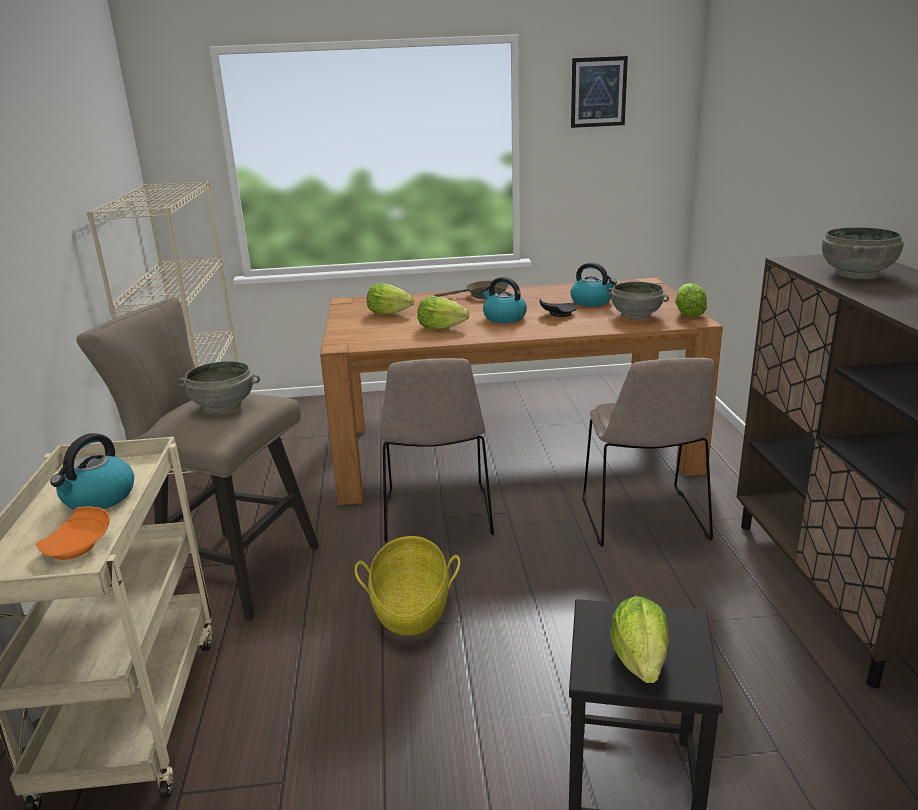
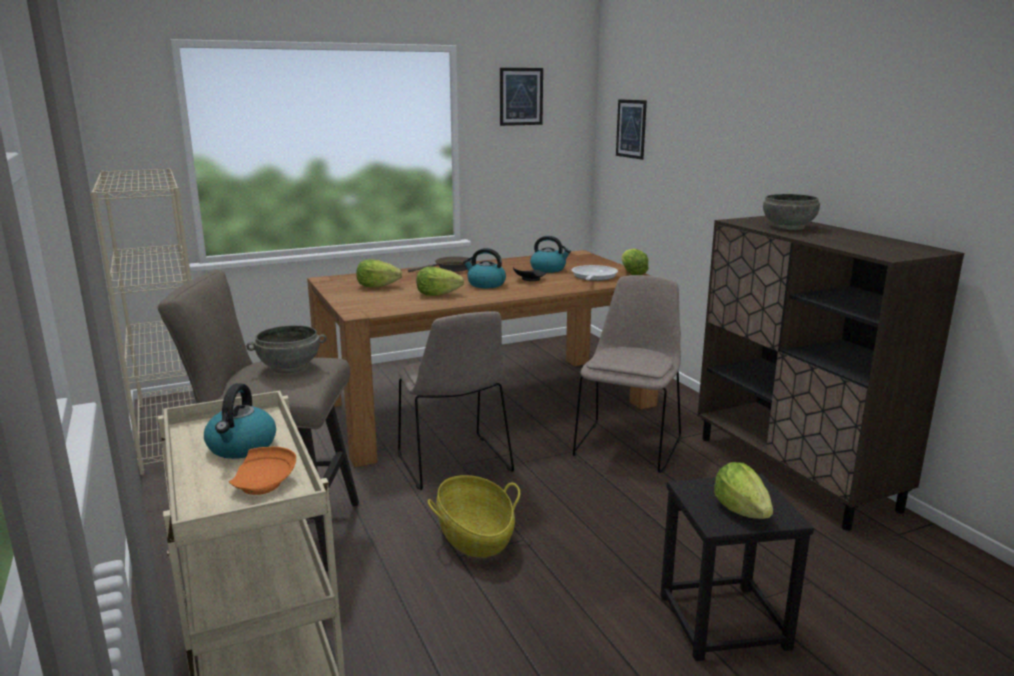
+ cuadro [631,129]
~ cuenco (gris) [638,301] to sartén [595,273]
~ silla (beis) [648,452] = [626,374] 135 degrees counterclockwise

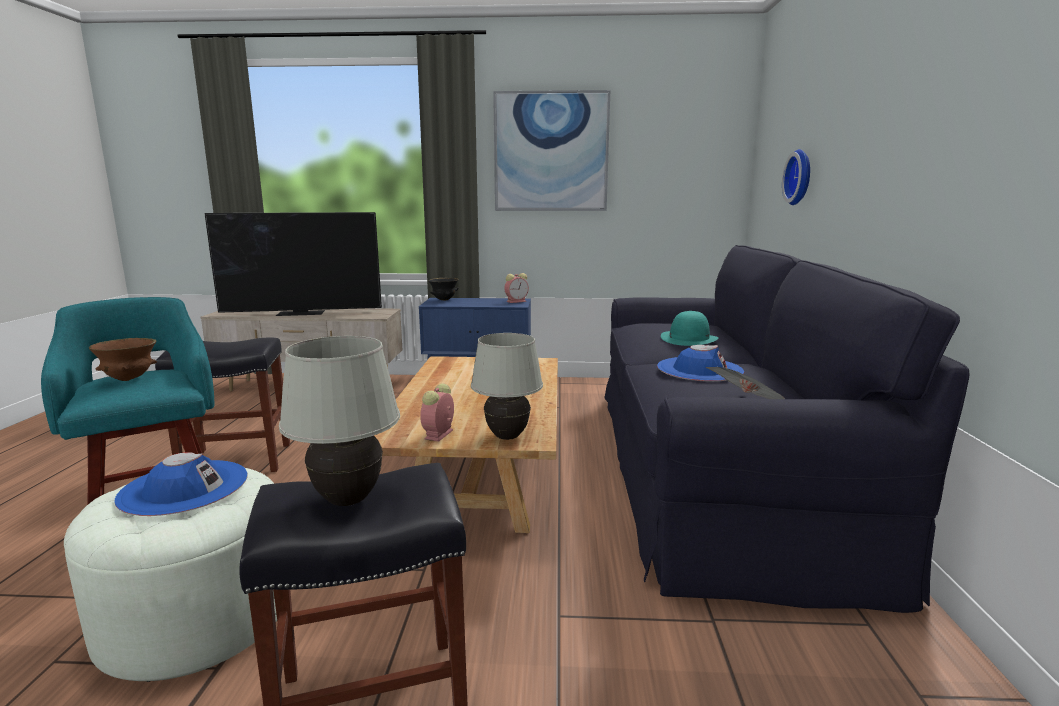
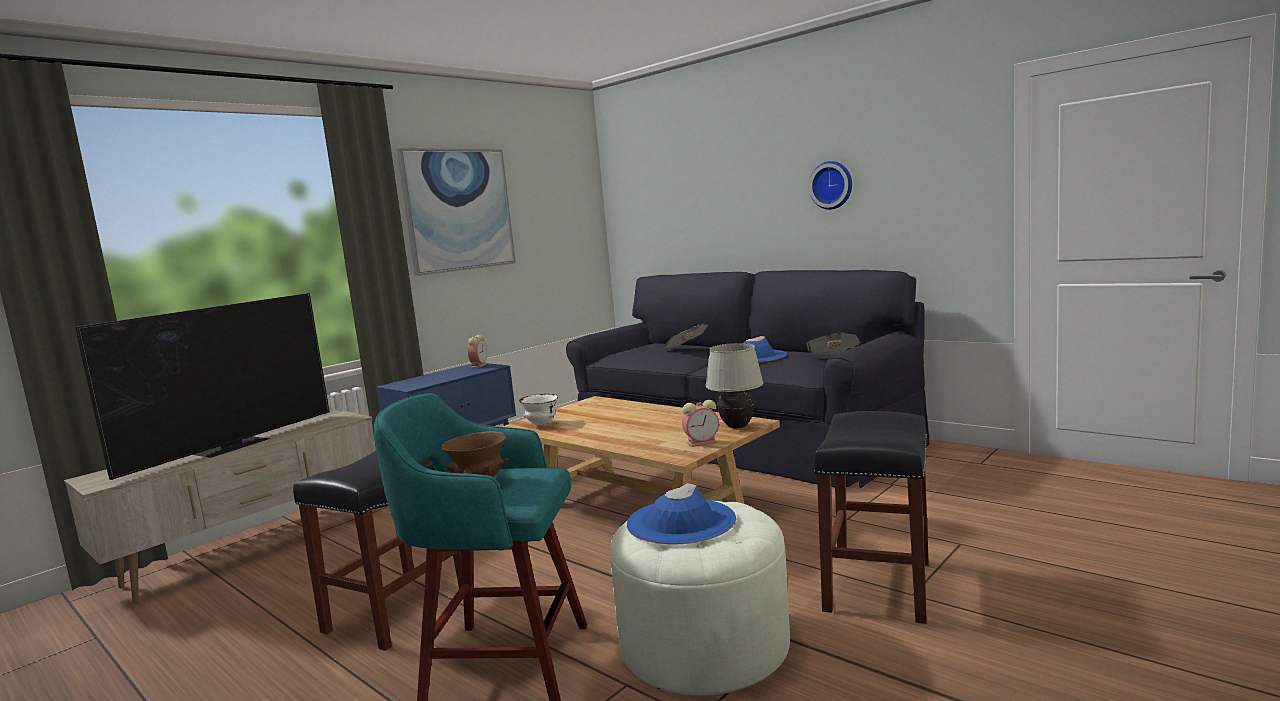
- lámpara de mesa (blanco) [339,421]
- cuenco (negro) [443,289]
+ cuenco (blanco) [538,409]
~ reloj de pared [796,177] to [830,185]
~ sombrero (turquesa) [690,328] to periódico [685,336]
~ despertador [437,413] = [700,423] 75 degrees counterclockwise

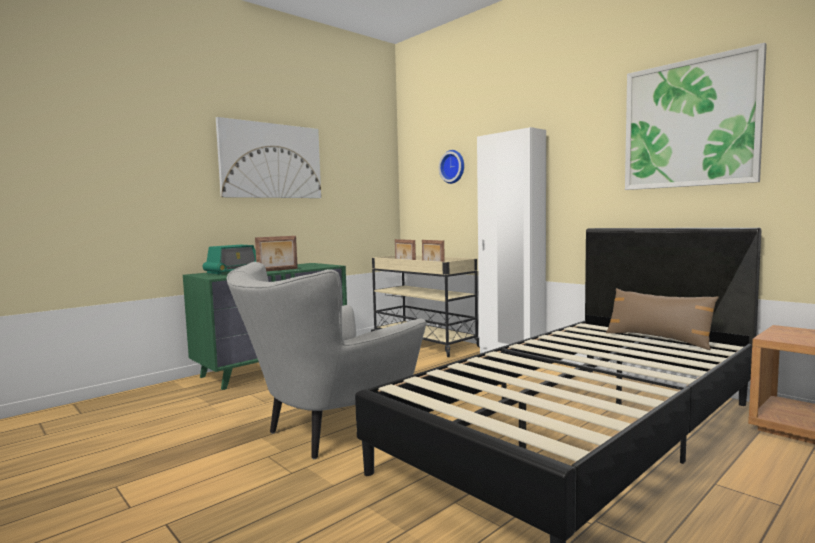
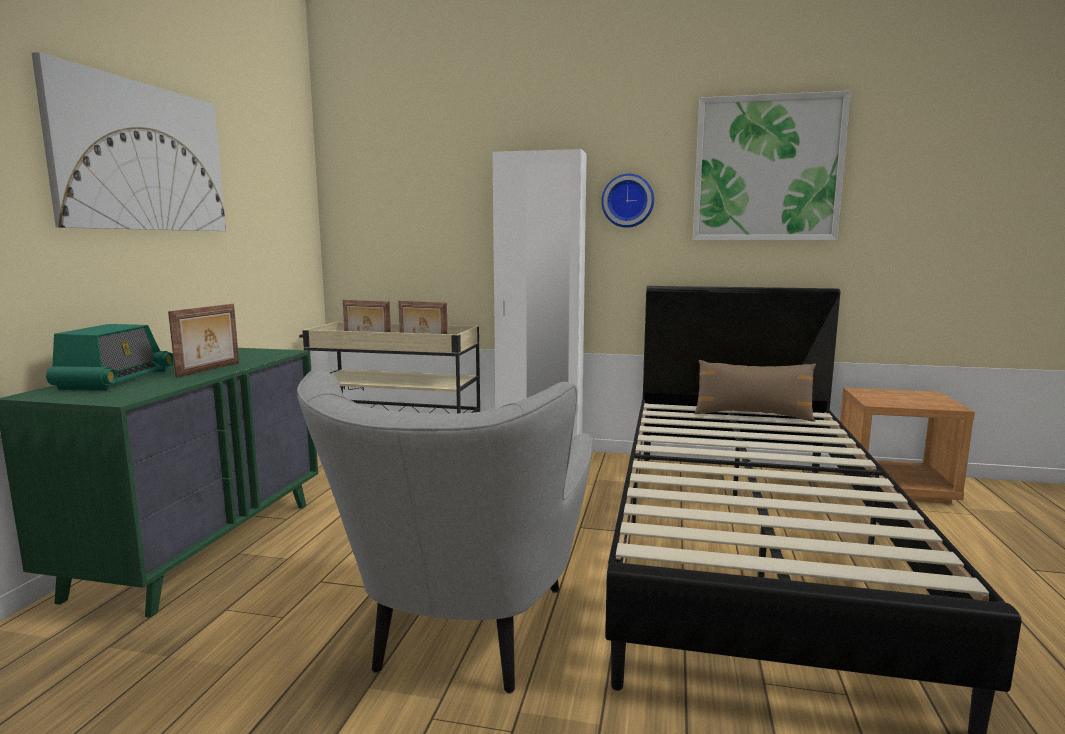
~ reloj de pared [451,167] to [627,201]

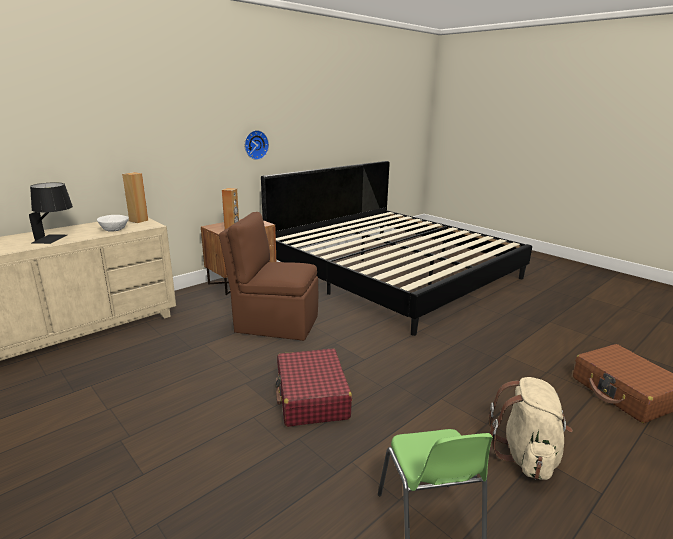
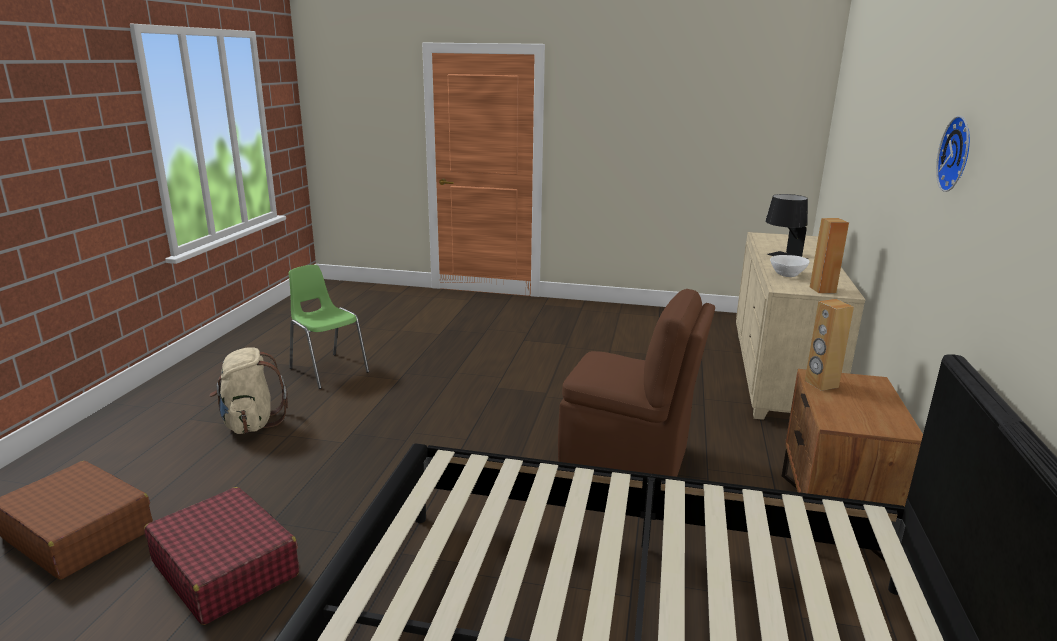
~ reloj de pared [256,145] to [953,154]
~ maleta (rojo) [313,387] to [221,556]
~ silla (marrón) [268,276] = [636,383] 45 degrees clockwise

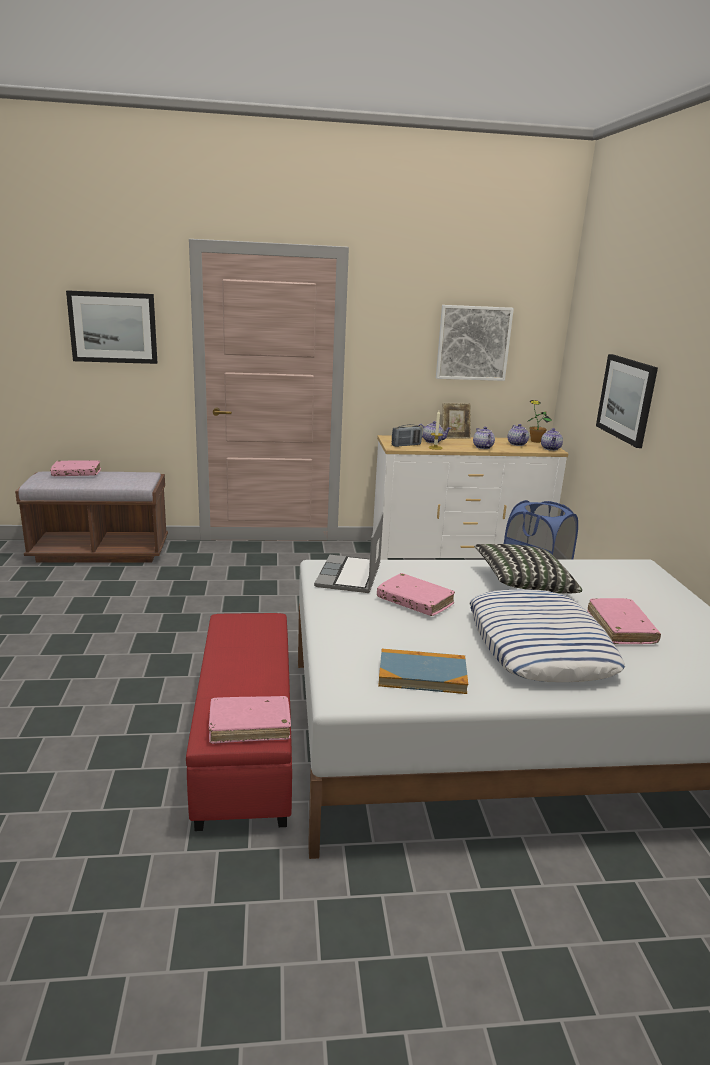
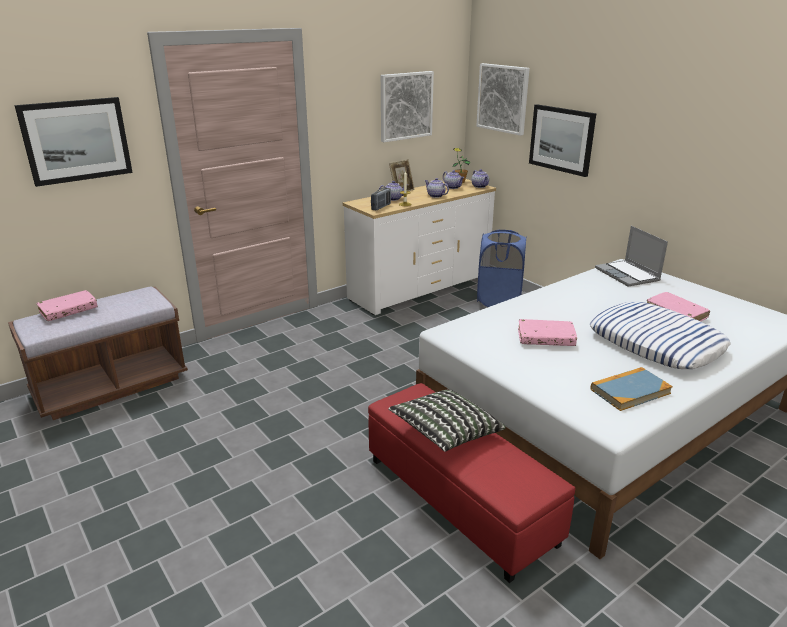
- libro (rosa) [250,720]
+ cuadro [503,99]
~ portátil [348,552] to [631,256]
~ cojín [528,569] to [447,420]

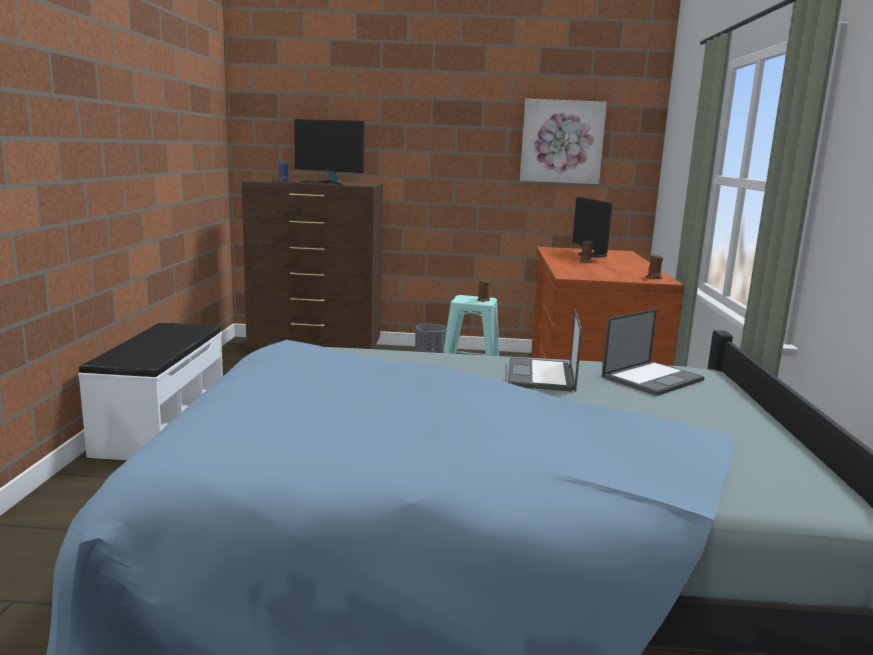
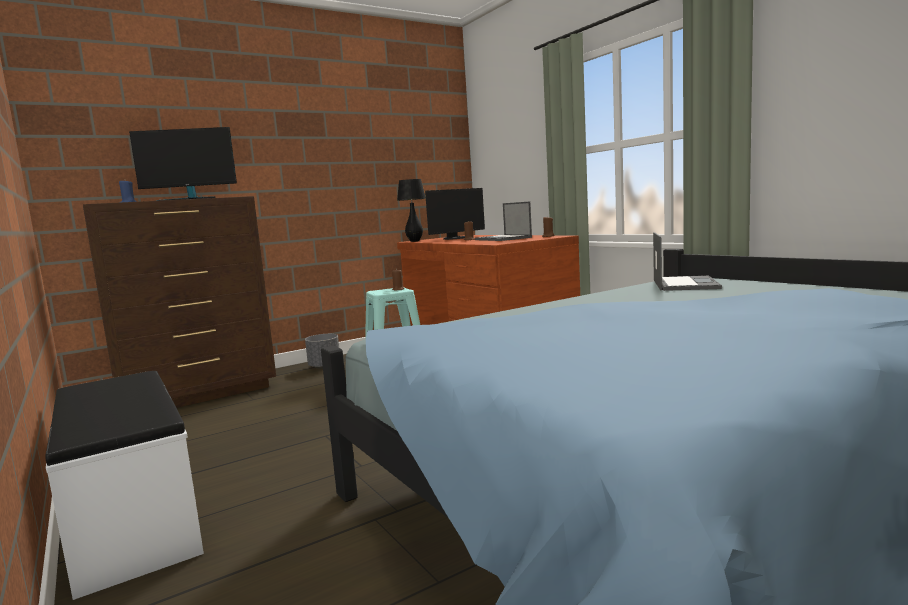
- cuadro [563,141]
+ lámpara de mesa (negro) [411,210]
~ portátil [544,350] to [503,221]
~ monitor [592,227] = [455,214] 75 degrees counterclockwise

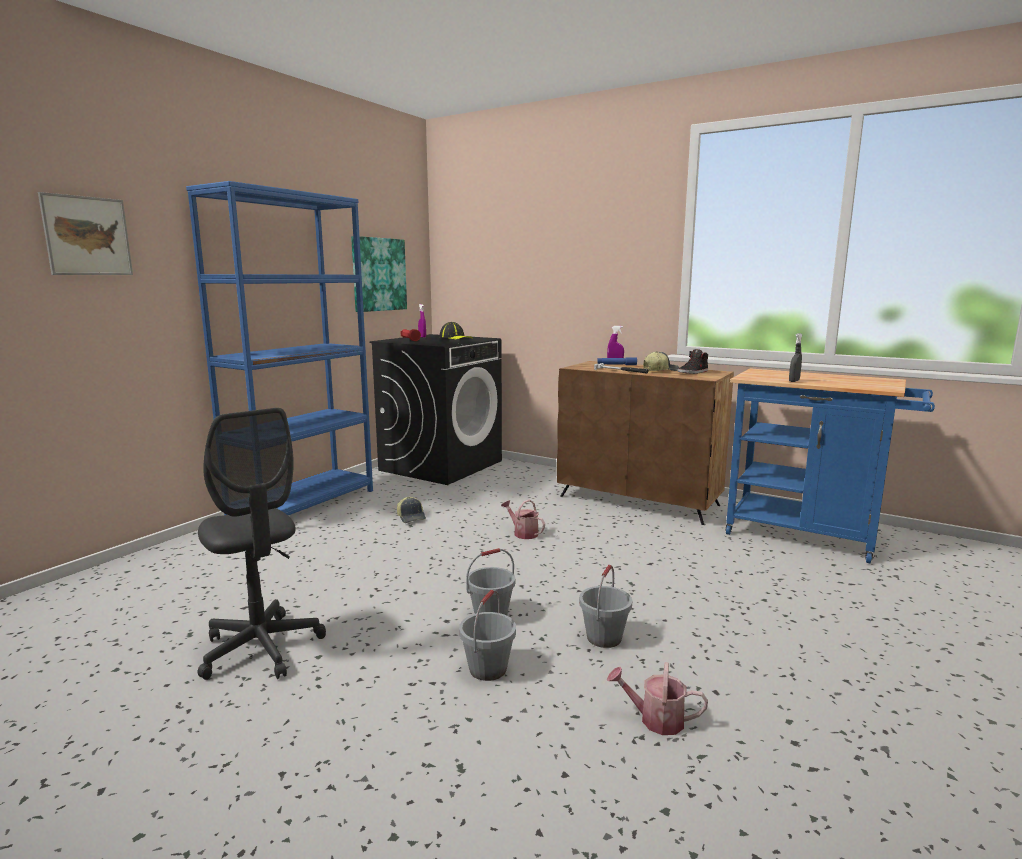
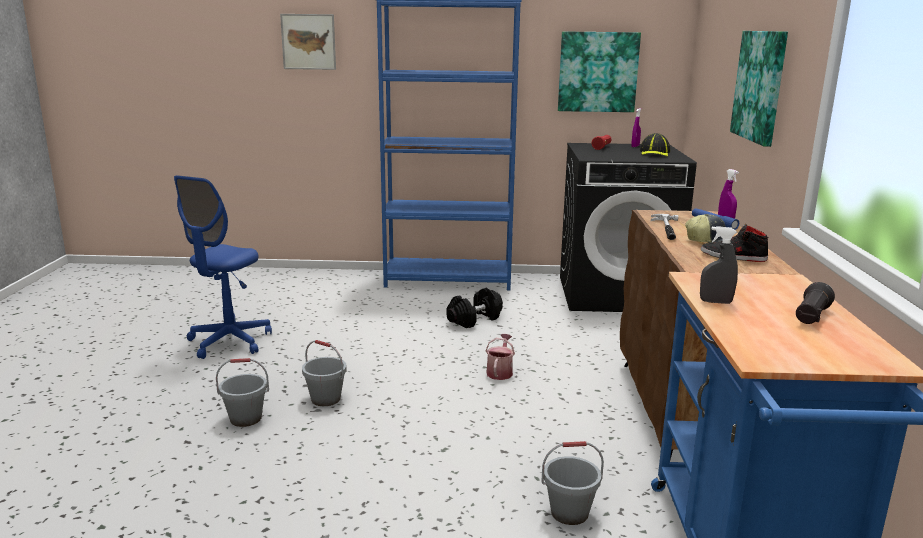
- regadera [657,698]
+ cuadro [759,89]
+ linterna (negro) [815,303]
~ cubo (gris) [605,606] to [572,483]
~ gorra [411,510] to mancuerna (negro) [474,308]
~ silla de oficina (gris) [262,544] to silla de oficina (azul) [223,267]

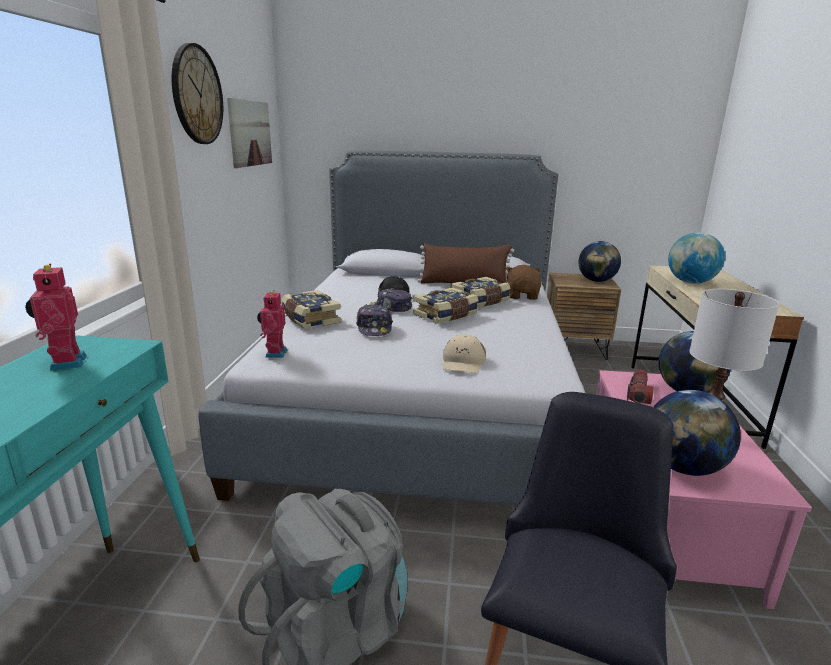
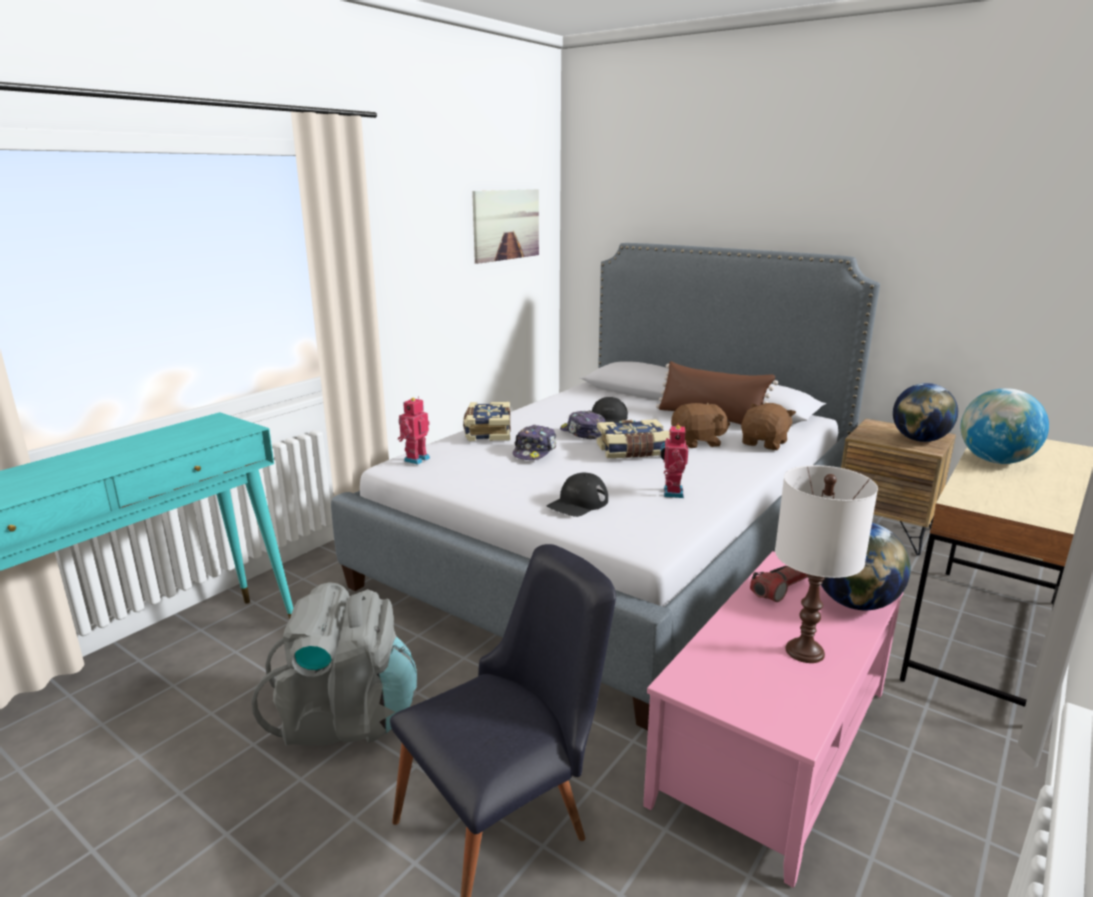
- reloj de pared [197,93]
- globo terráqueo [697,433]
~ robot de juguete [56,317] to [674,460]
~ libro [481,292] to peluche (marrón) [700,425]
~ gorra (beis) [464,353] to gorra (negro) [577,495]

